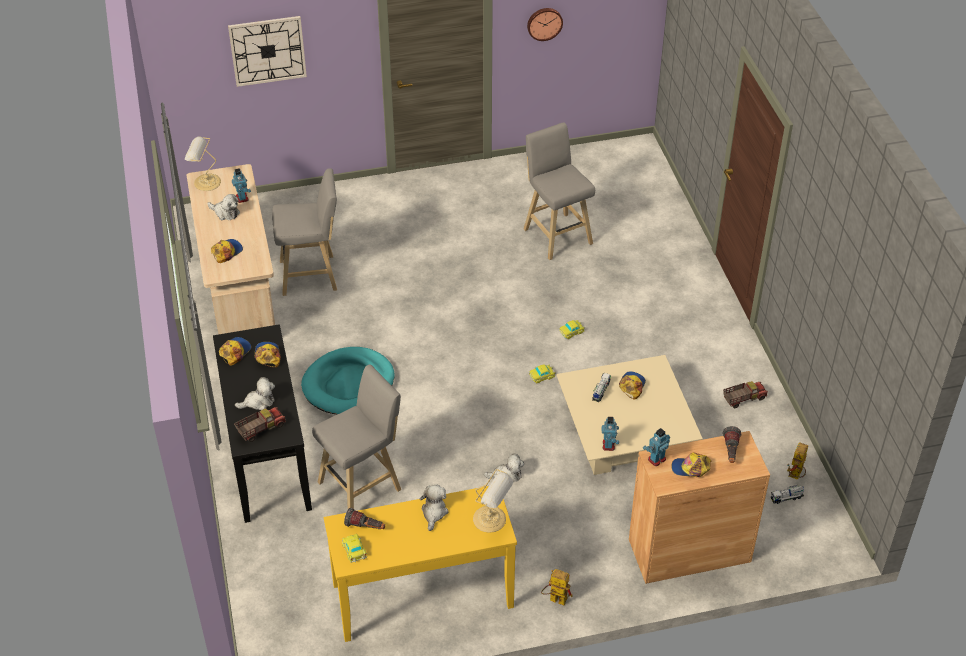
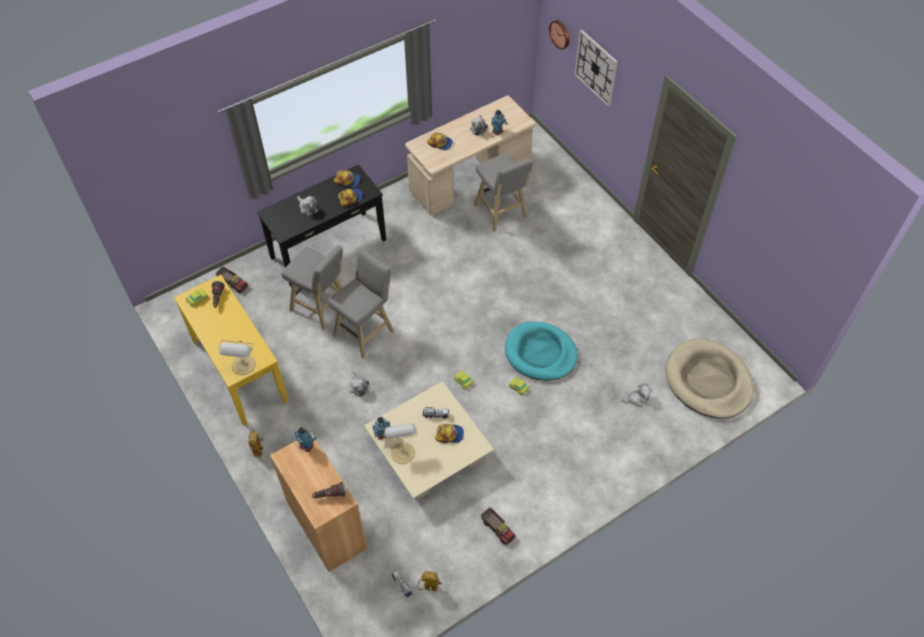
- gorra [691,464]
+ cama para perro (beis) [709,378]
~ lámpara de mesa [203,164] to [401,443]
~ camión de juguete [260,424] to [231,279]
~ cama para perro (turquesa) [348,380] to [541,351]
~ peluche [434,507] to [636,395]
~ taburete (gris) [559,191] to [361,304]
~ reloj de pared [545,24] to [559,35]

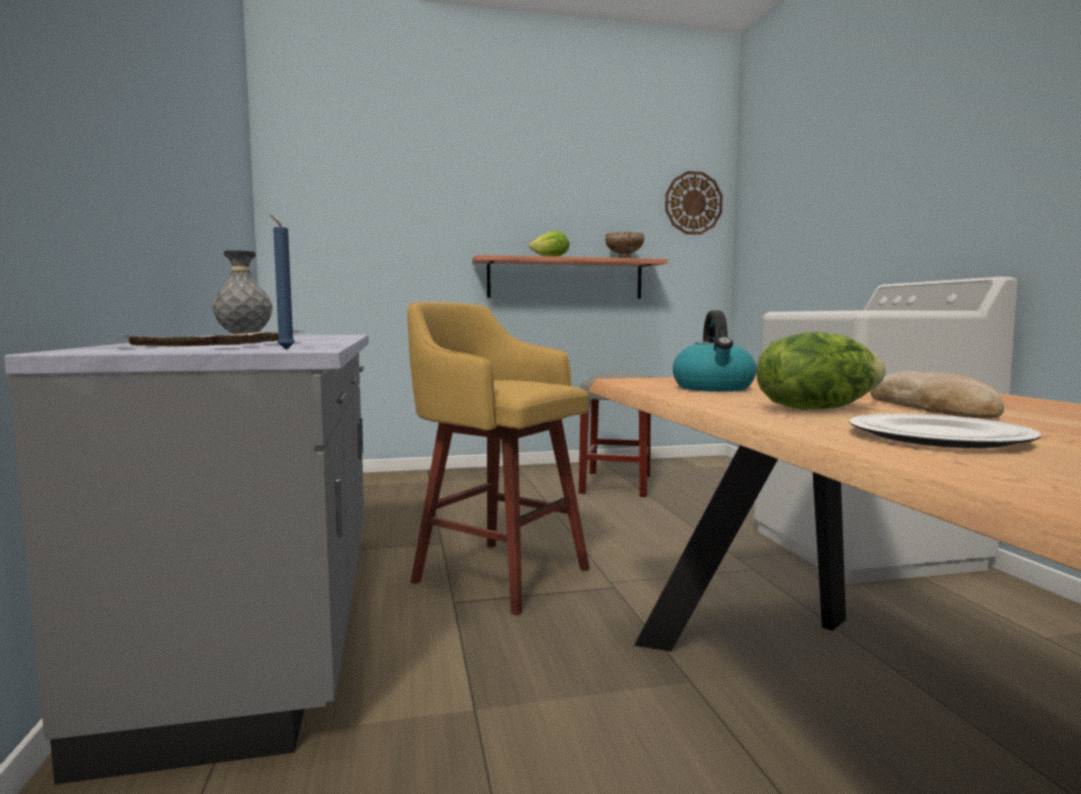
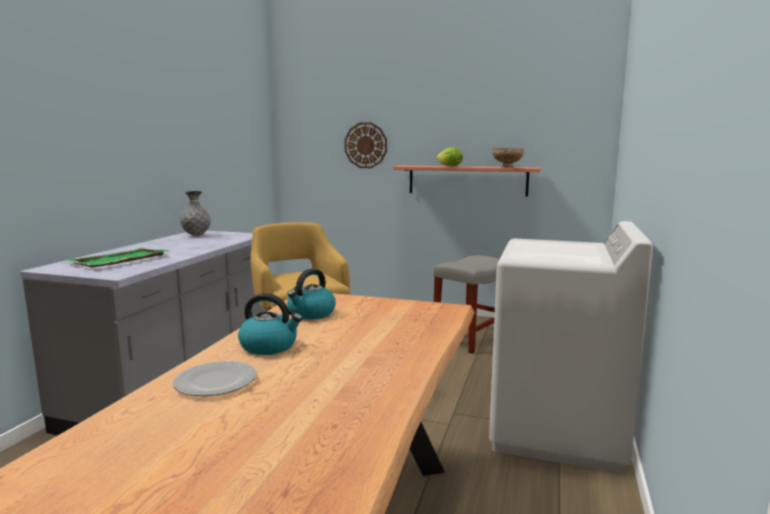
- vela (azul) [282,282]
- pan [937,394]
~ reloj de pared [694,203] to [365,145]
~ lechuga [820,370] to hervidor [270,324]
~ bandeja (beis) [204,338] to bandeja (verde) [118,257]

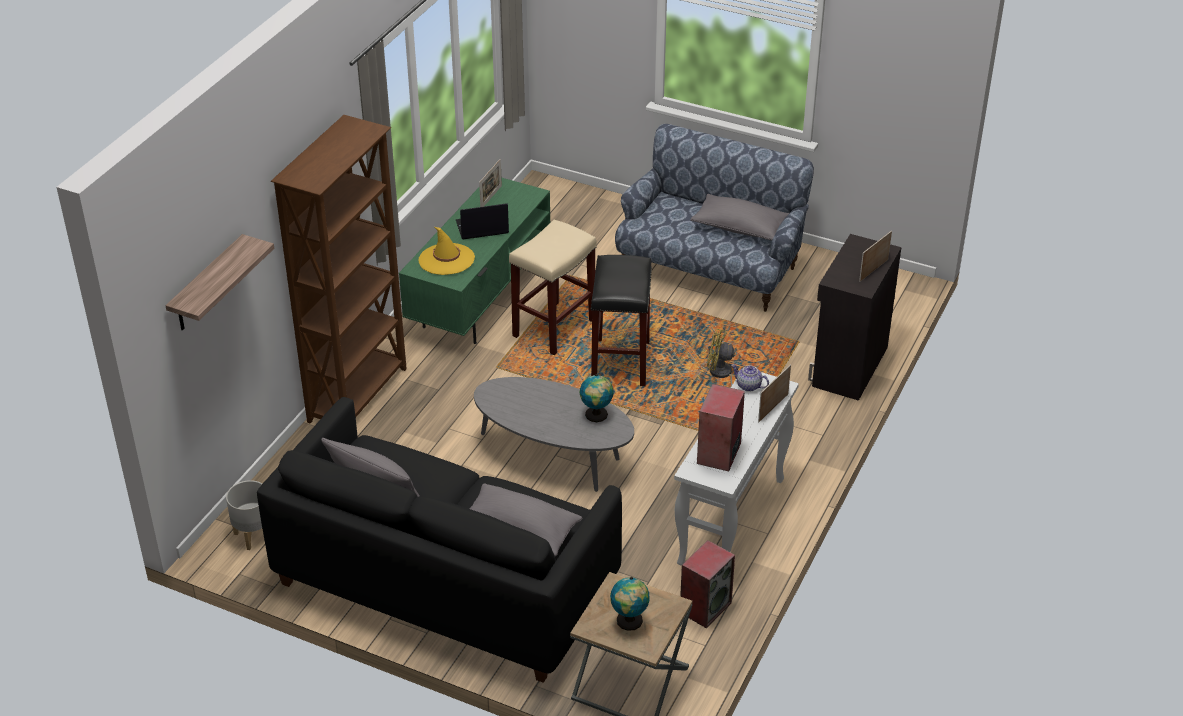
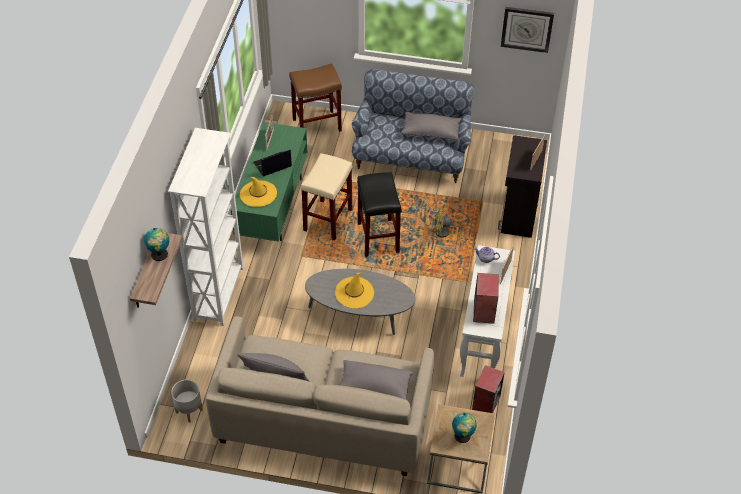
+ taburete (marrón) [315,97]
+ sombrero (amarillo) [354,290]
+ reloj de pared [527,30]
~ globo terráqueo [597,398] to [156,244]
~ sofá (negro) [439,540] to sofá (beis) [319,396]
~ estantería (marrón) [339,269] to estantería (blanco) [206,227]

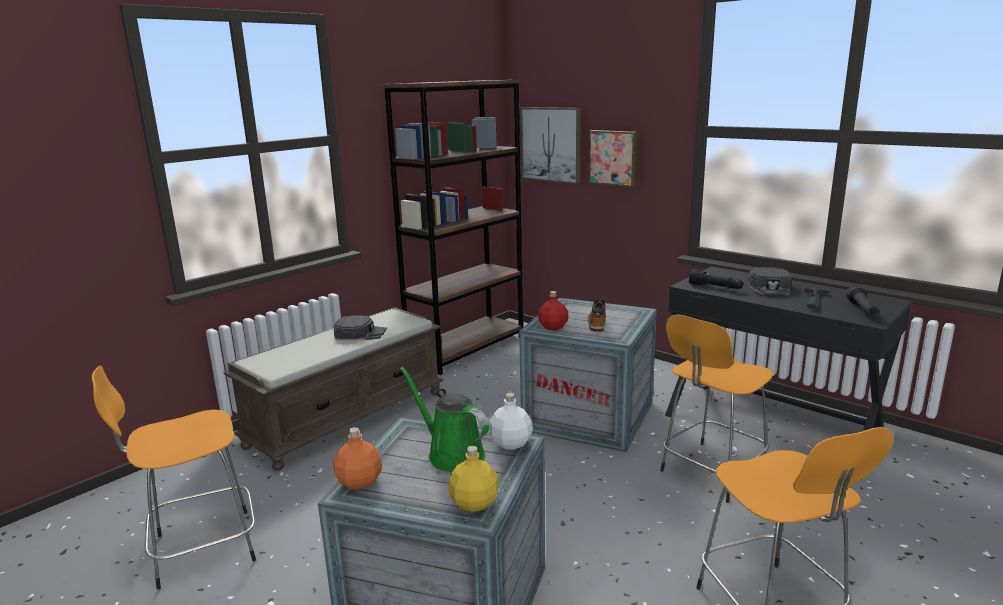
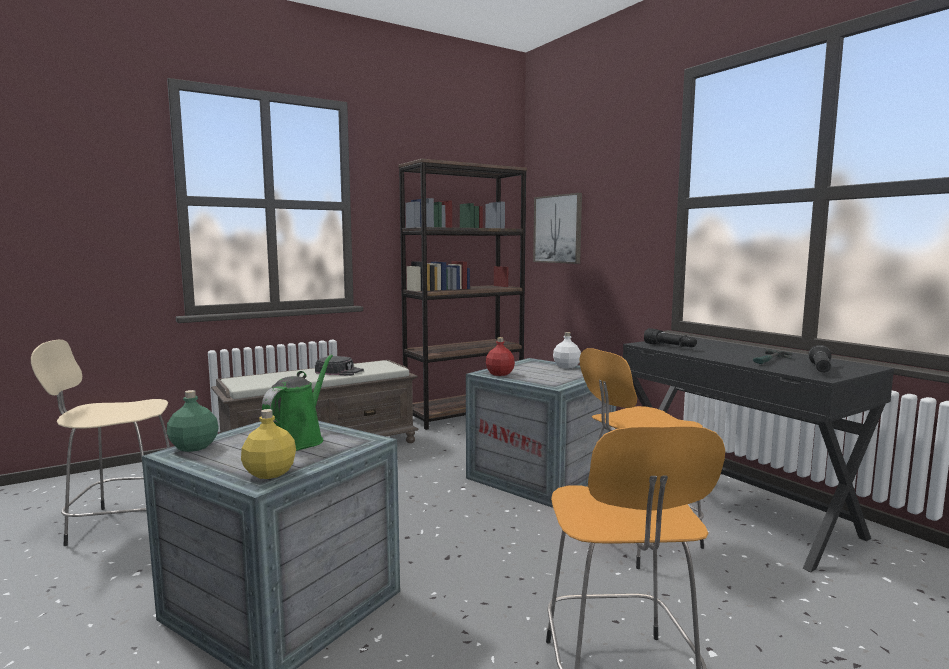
- bota [596,316]
- cuadro [613,158]
- gorra (negro) [770,282]
~ botella (blanco) [511,421] to [567,350]
~ taburete (naranja) [174,478] to taburete (beis) [100,443]
~ botella (naranja) [358,458] to botella (verde) [193,421]
~ regadera (verde) [444,419] = [297,403] 45 degrees clockwise

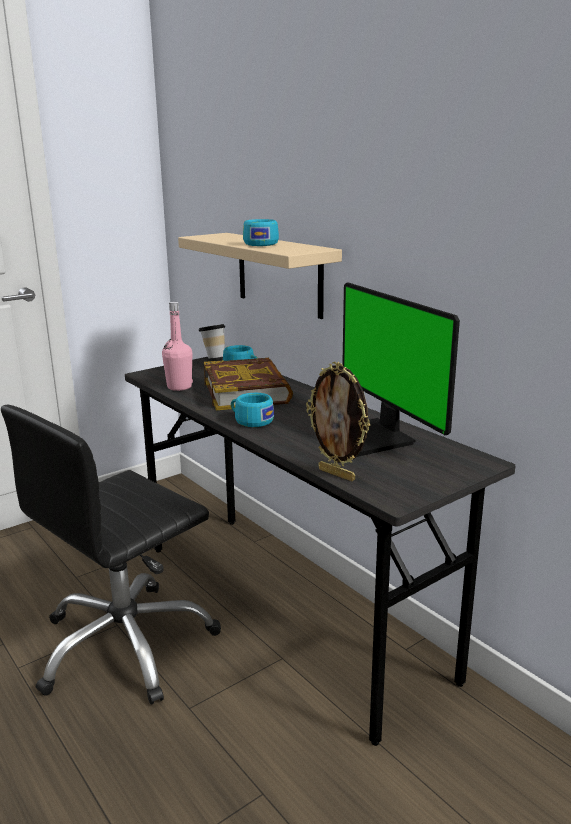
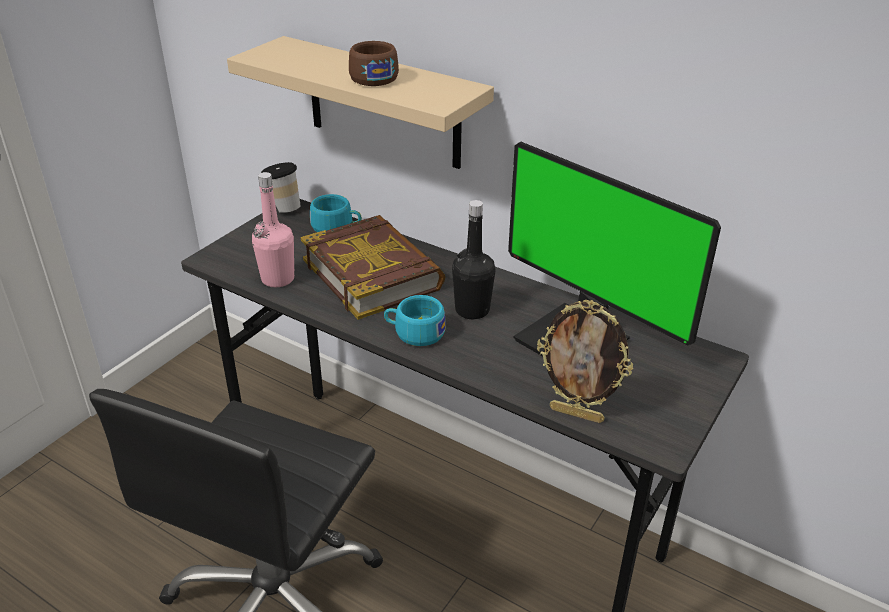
+ botella (negro) [474,259]
~ taza (turquesa) [261,232] to taza (marrón) [374,63]

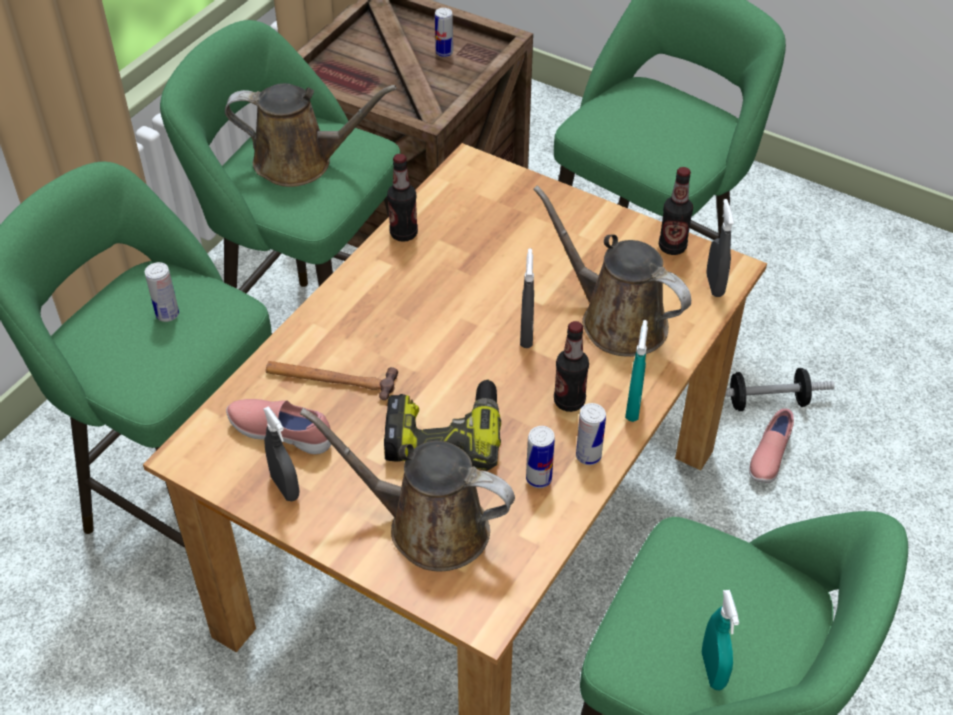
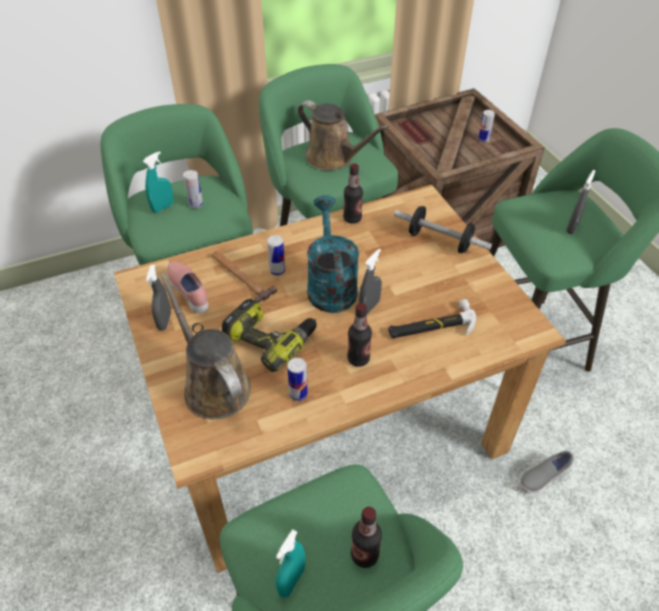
+ regadera (turquesa) [333,254]
~ lata [591,434] to [276,255]
~ pulverizador (turquesa) [636,371] to [158,182]
~ botella [676,211] to [366,537]
~ pulverizador (gris) [720,248] to [580,202]
~ mancuerna [780,389] to [443,229]
~ regadera (marrón) [612,271] to martillo [432,318]
~ zapato (rosa) [771,445] to zapato (gris) [546,472]

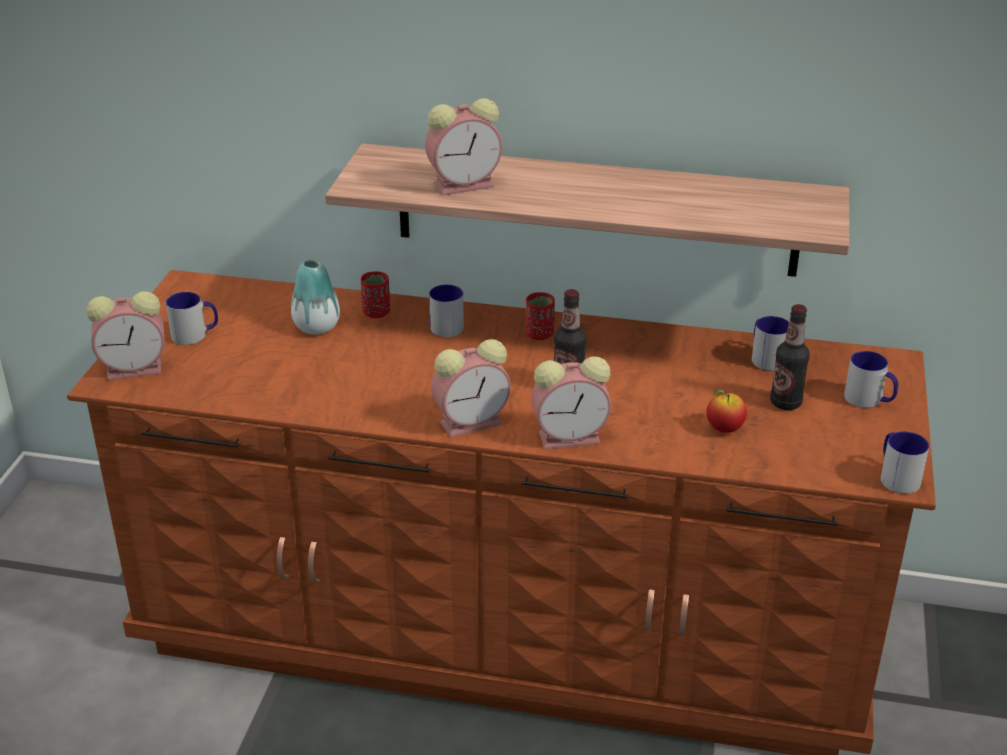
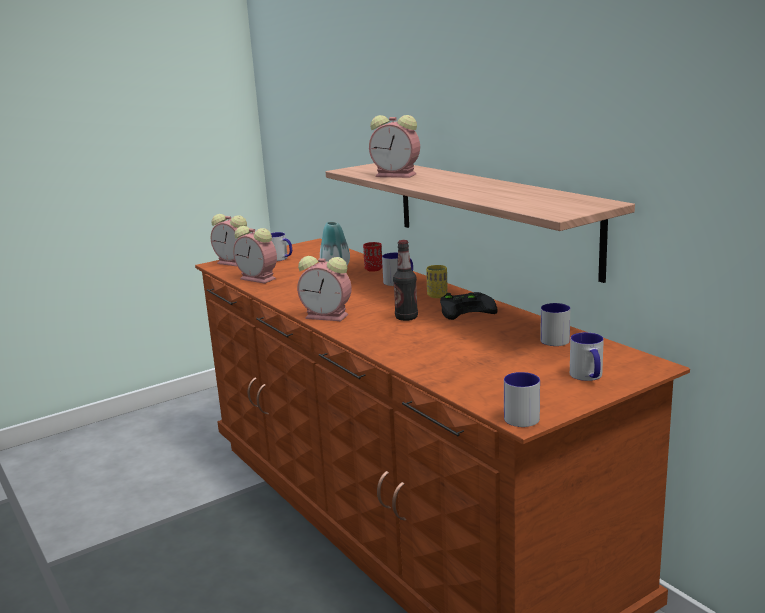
- manzana [726,411]
- botella [790,357]
+ mando de consola (negro) [469,306]
~ despertador [571,402] to [255,255]
~ taza (rojo) [540,316] to taza (amarillo) [436,281]

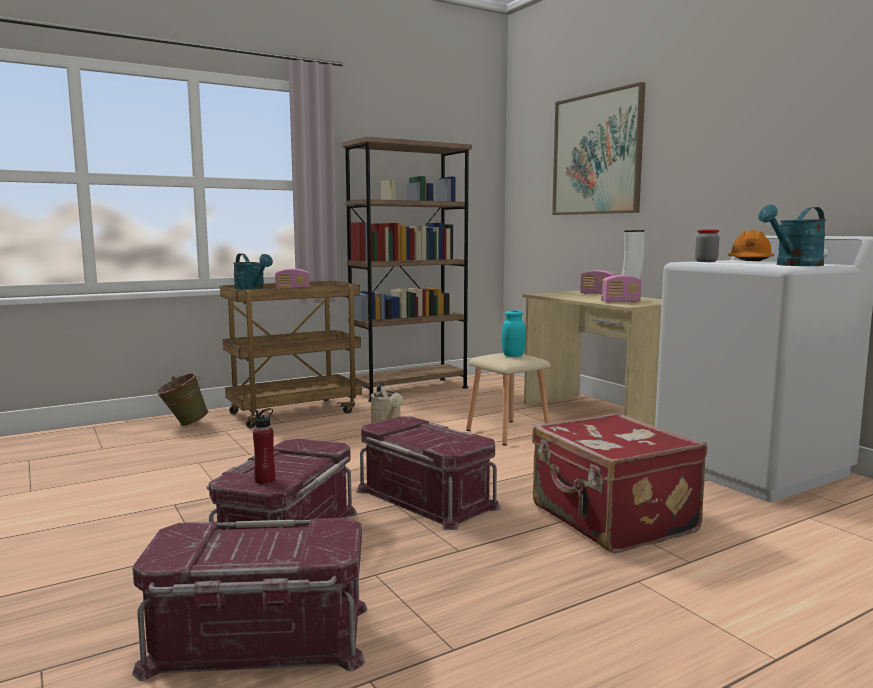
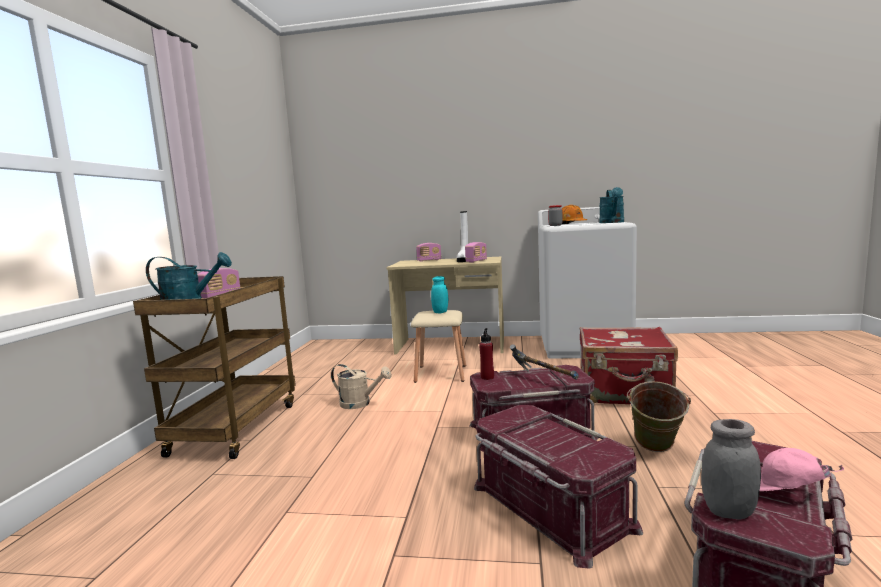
- estantería (marrón) [407,269]
- cuadro [599,148]
+ martillo [544,362]
+ tarro (gris) [731,469]
+ gorra (rosa) [802,469]
~ cubo (verde) [182,399] to [659,416]
~ botella (rojo) [264,446] to [486,354]

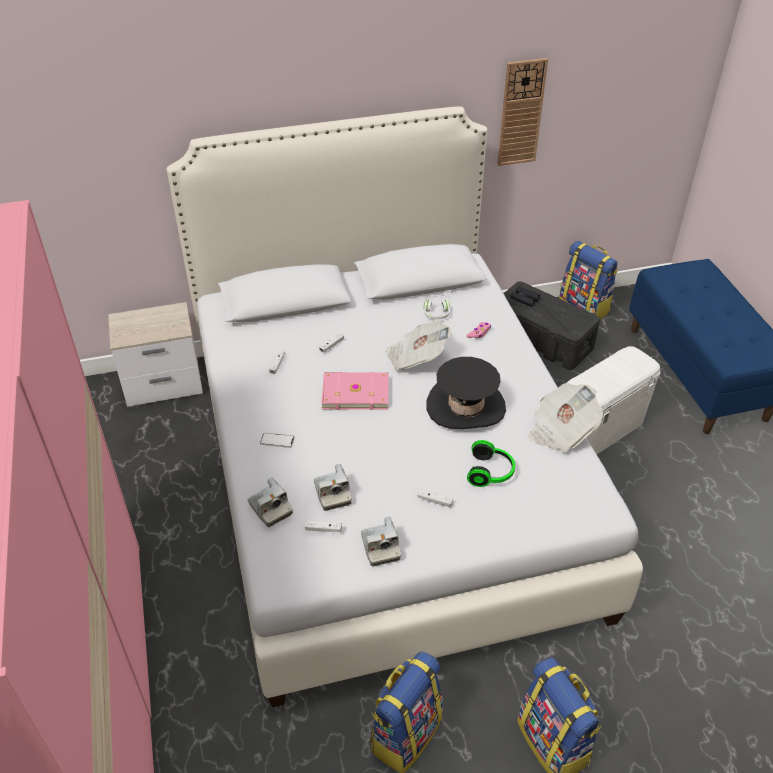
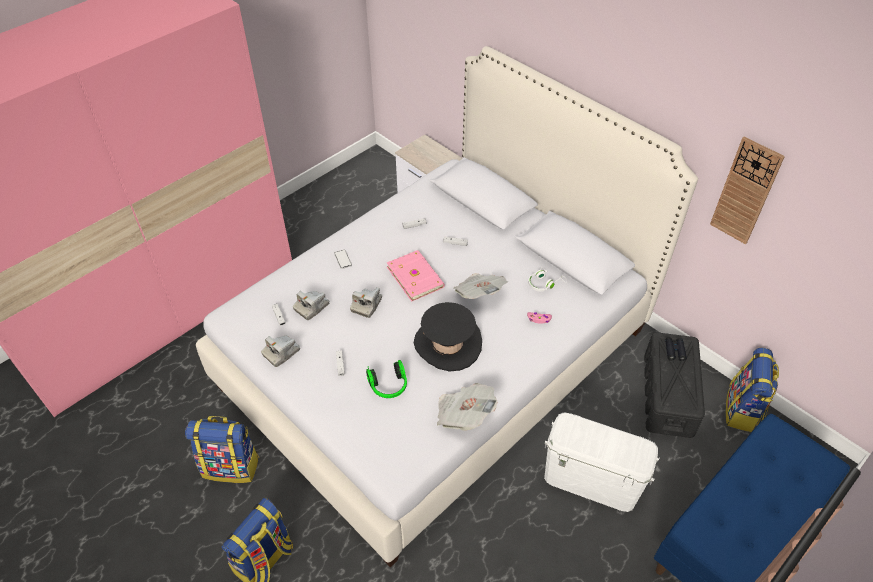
~ cámara [270,502] to [366,302]

